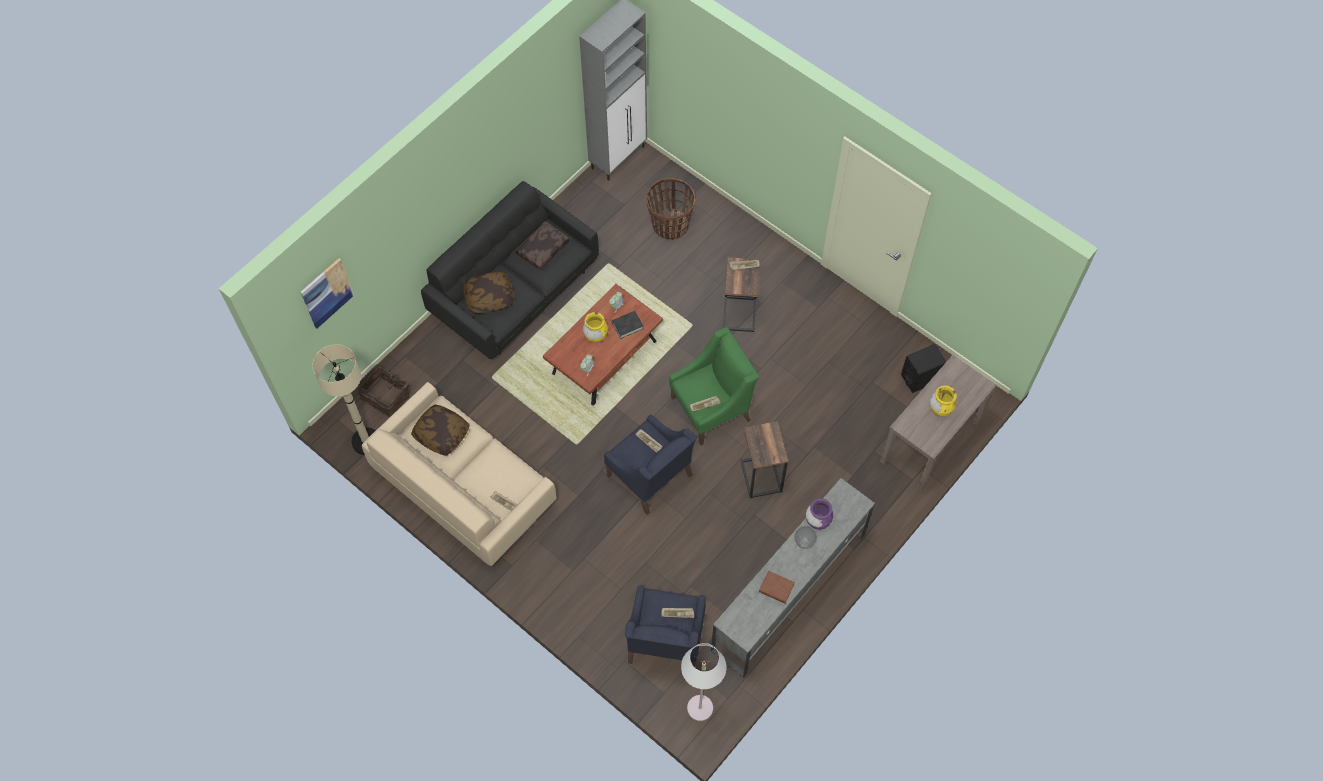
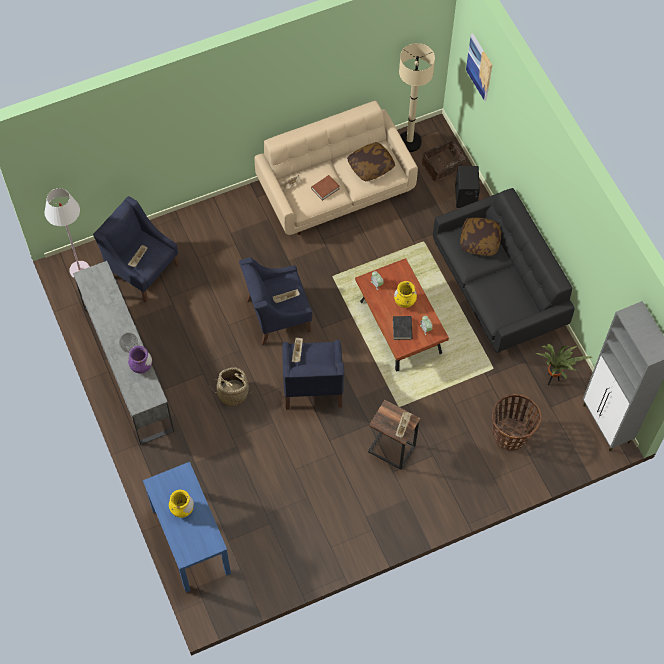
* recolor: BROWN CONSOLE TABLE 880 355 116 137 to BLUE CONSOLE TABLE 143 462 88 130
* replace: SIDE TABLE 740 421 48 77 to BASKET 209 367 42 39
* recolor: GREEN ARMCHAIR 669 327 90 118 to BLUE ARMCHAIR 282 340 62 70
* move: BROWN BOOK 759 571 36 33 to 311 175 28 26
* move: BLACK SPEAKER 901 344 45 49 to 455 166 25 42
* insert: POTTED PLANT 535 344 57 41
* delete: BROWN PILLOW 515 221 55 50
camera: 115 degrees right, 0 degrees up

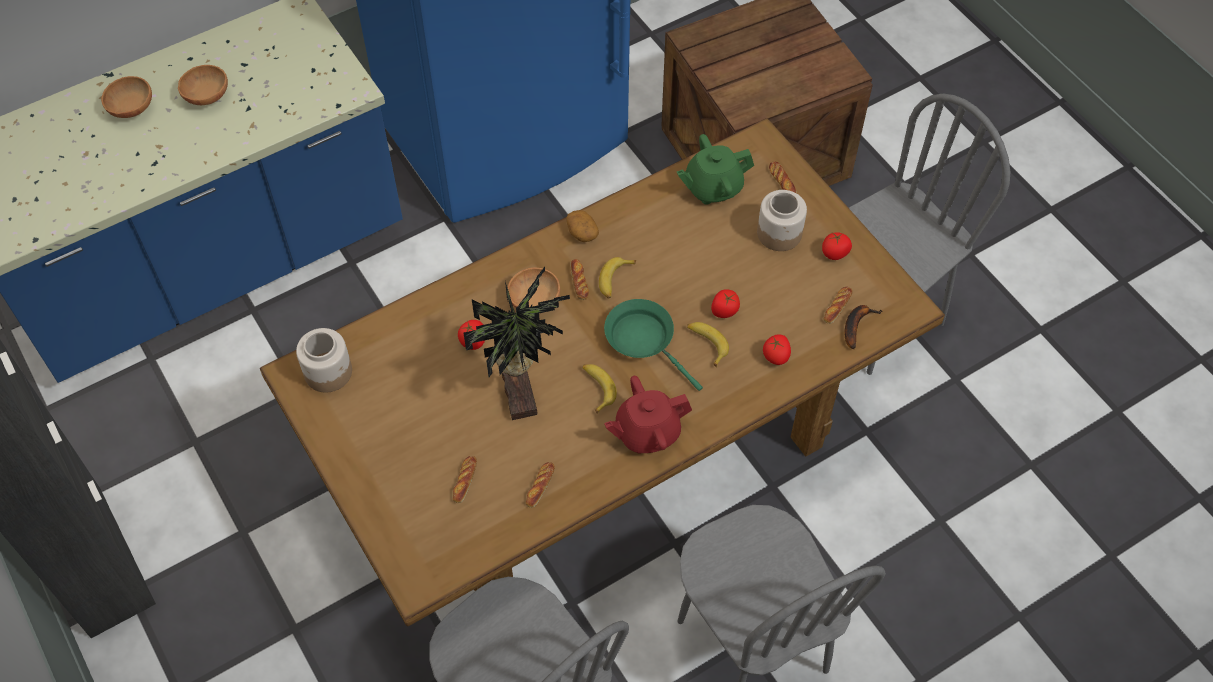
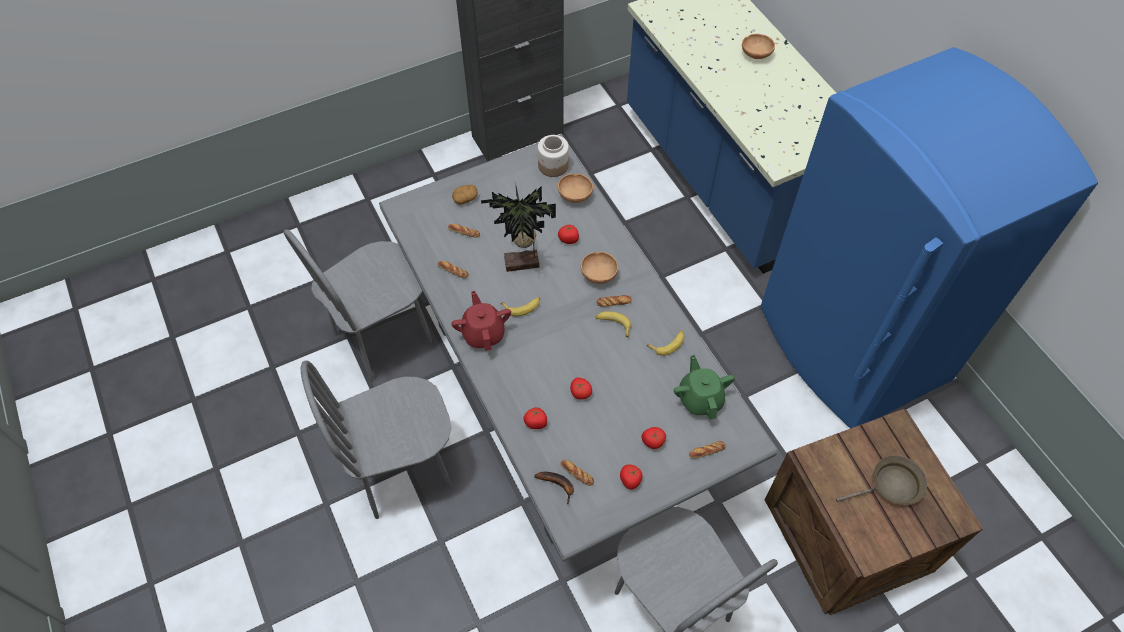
* recolor: BROWN DINING TABLE 260 118 685 508 to GREY DINING TABLE 379 134 399 428
* move: POTATO 566 210 33 32 to 452 185 26 20
* move: BROWN BOWL 178 65 50 40 to 558 174 35 29
* replace: JAR 757 190 50 61 to TOMATO 641 427 25 22
* move: BANANA 687 322 42 45 to 647 330 38 26
* insert: BROWN FRYING PAN 836 455 91 50
* delete: GREEN FRYING PAN 604 299 99 92
camera: 95 degrees right, 0 degrees up

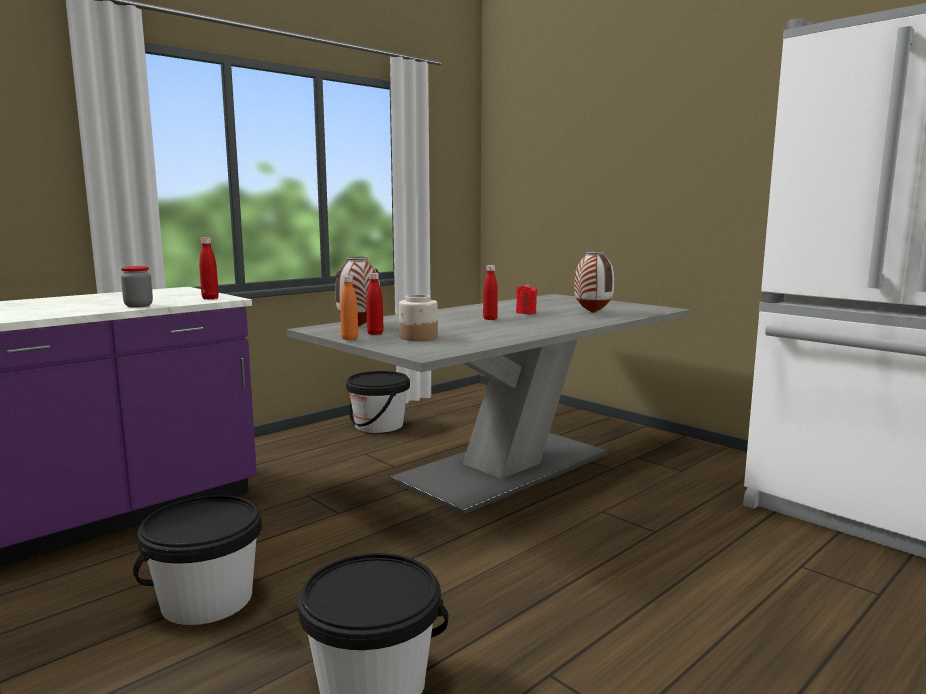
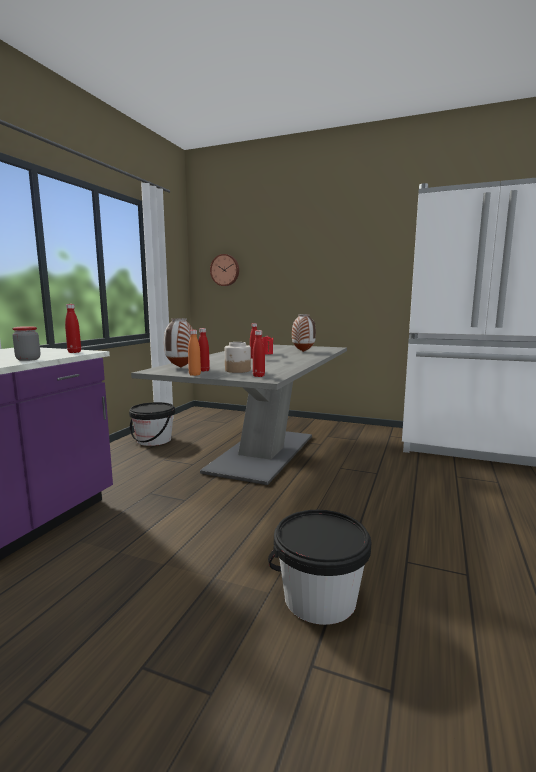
* insert: WALL CLOCK 210 254 29 32
* insert: RED BOTTLE 253 330 12 47
* delete: BLACK BUCKET 133 495 129 130
camera: 25 degrees left, 0 degrees up

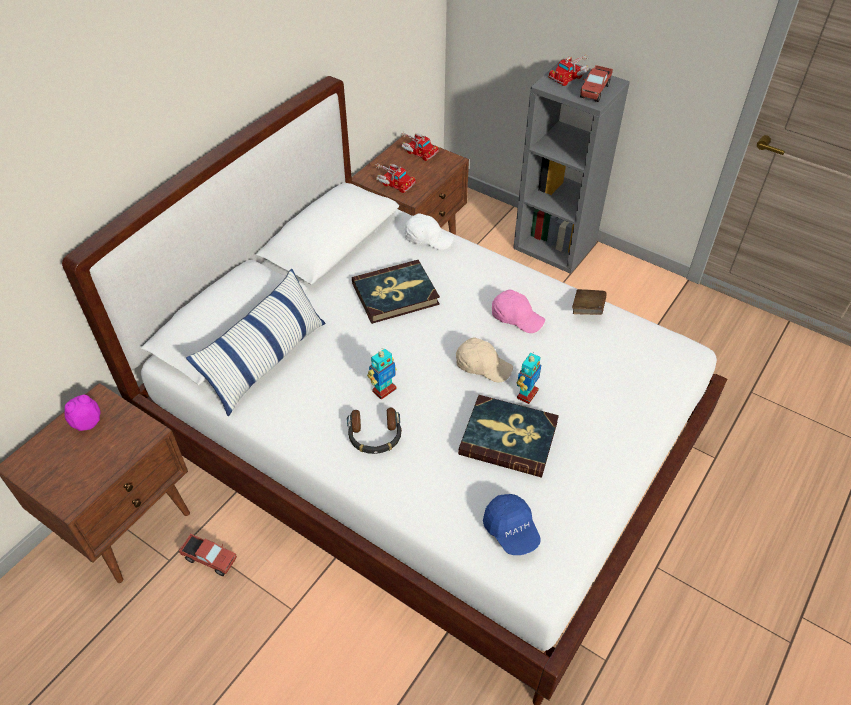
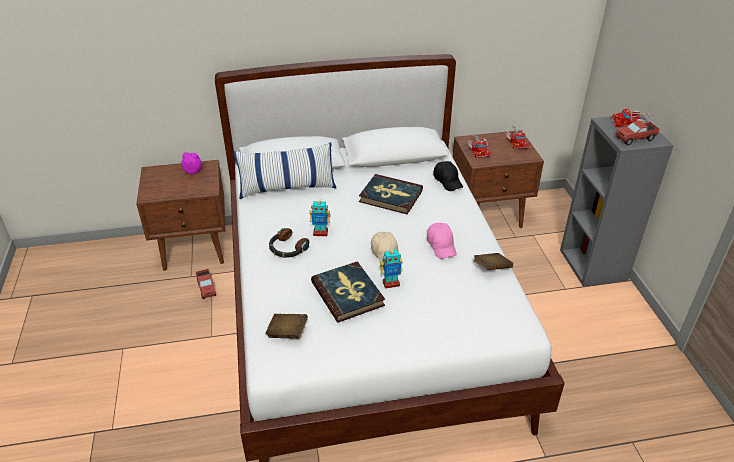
* replace: BLUE CAP 483 494 58 61 to BROWN BOOK 265 314 43 25
* recolor: WHITE CAP 404 214 50 36 to BLACK CAP 433 161 30 30
camera: 45 degrees right, 10 degrees down

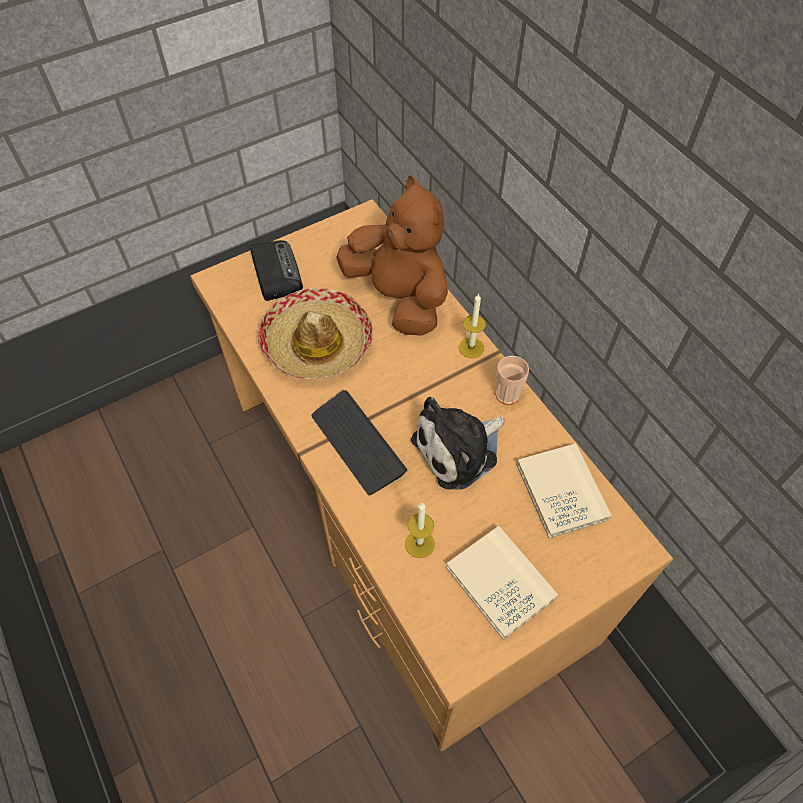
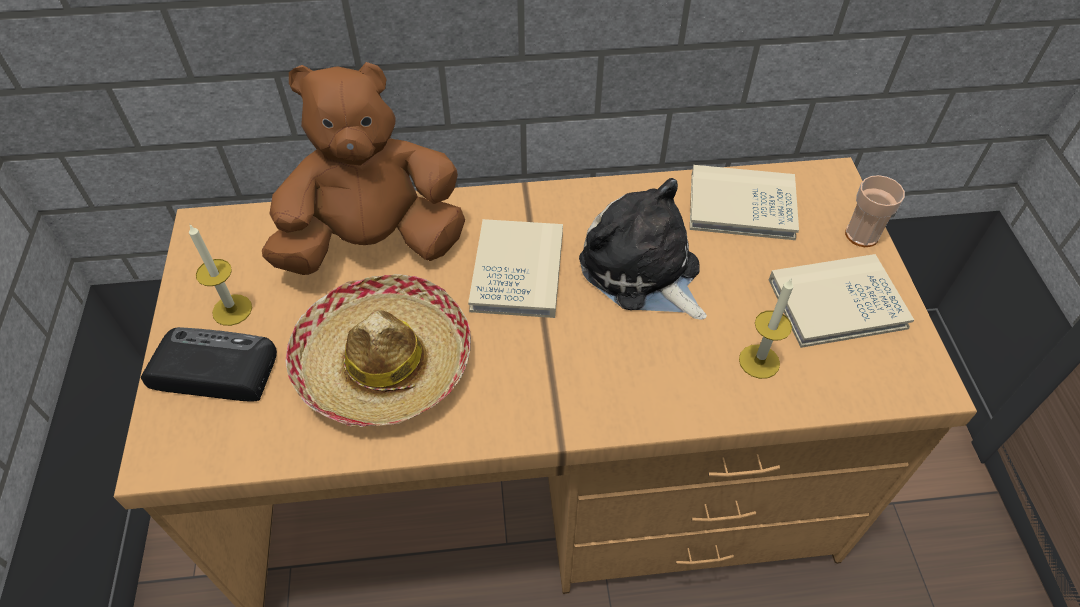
* move: CANDLE 459 293 27 65 to 189 225 63 101
* insert: BEIGE BOOK 468 219 95 99
* rotate: PLUSH TOY 411 397 93 93 = 579 178 128 142 150 degrees clockwise
* move: CUP 496 356 33 49 to 845 175 60 72
* delete: KEYBOARD 311 390 96 105
camera: 65 degrees left, 5 degrees down

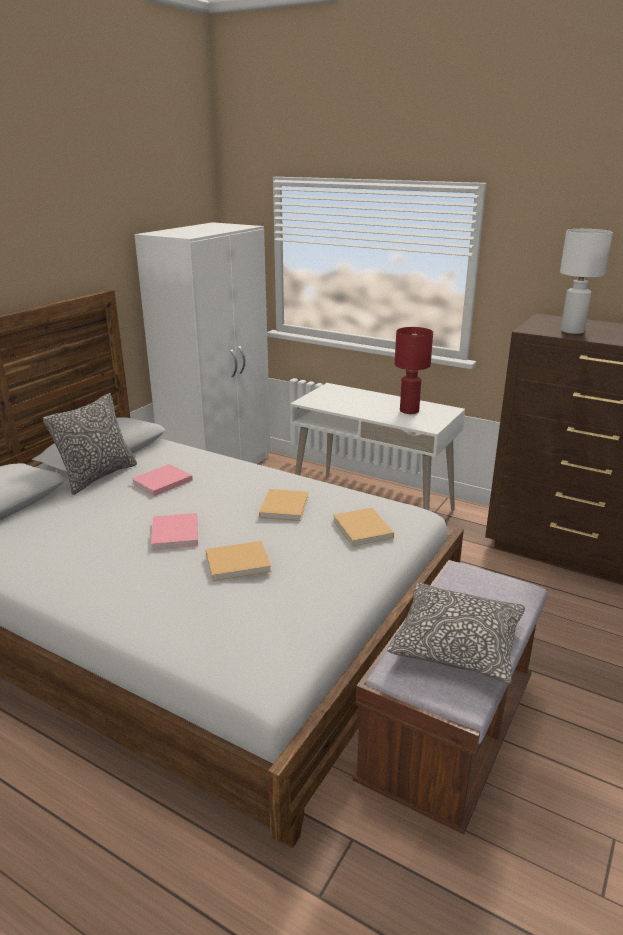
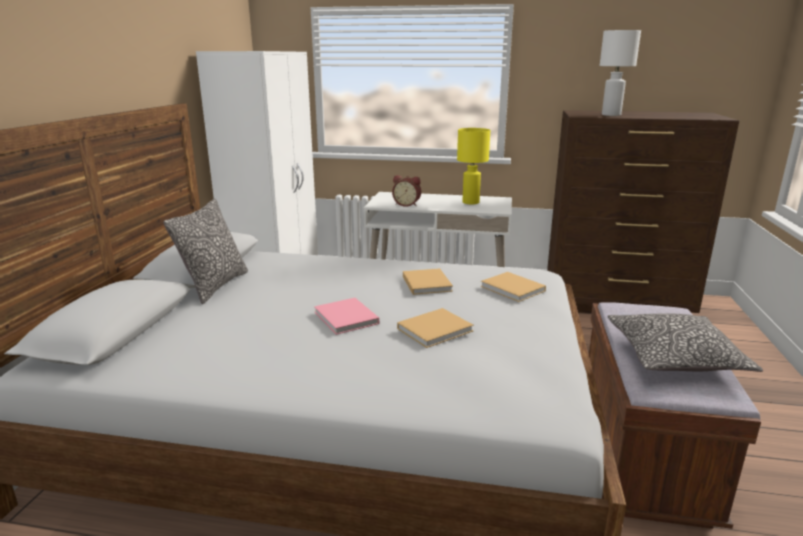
* insert: ALARM CLOCK 392 175 29 32
* recolor: RED TABLE LAMP 395 327 38 87 to YELLOW TABLE LAMP 457 128 33 76
* delete: PINK BOOK 131 464 62 32
camera: 20 degrees left, 5 degrees down

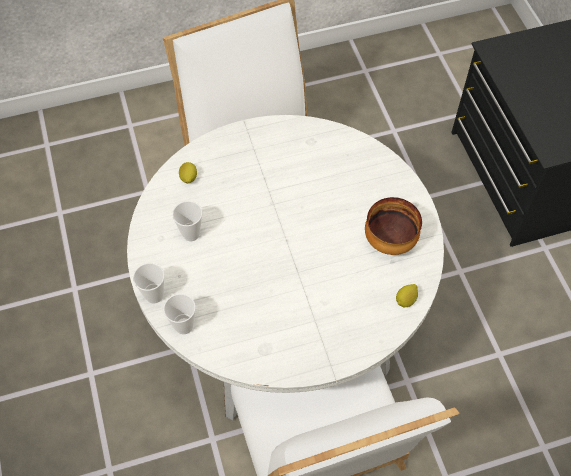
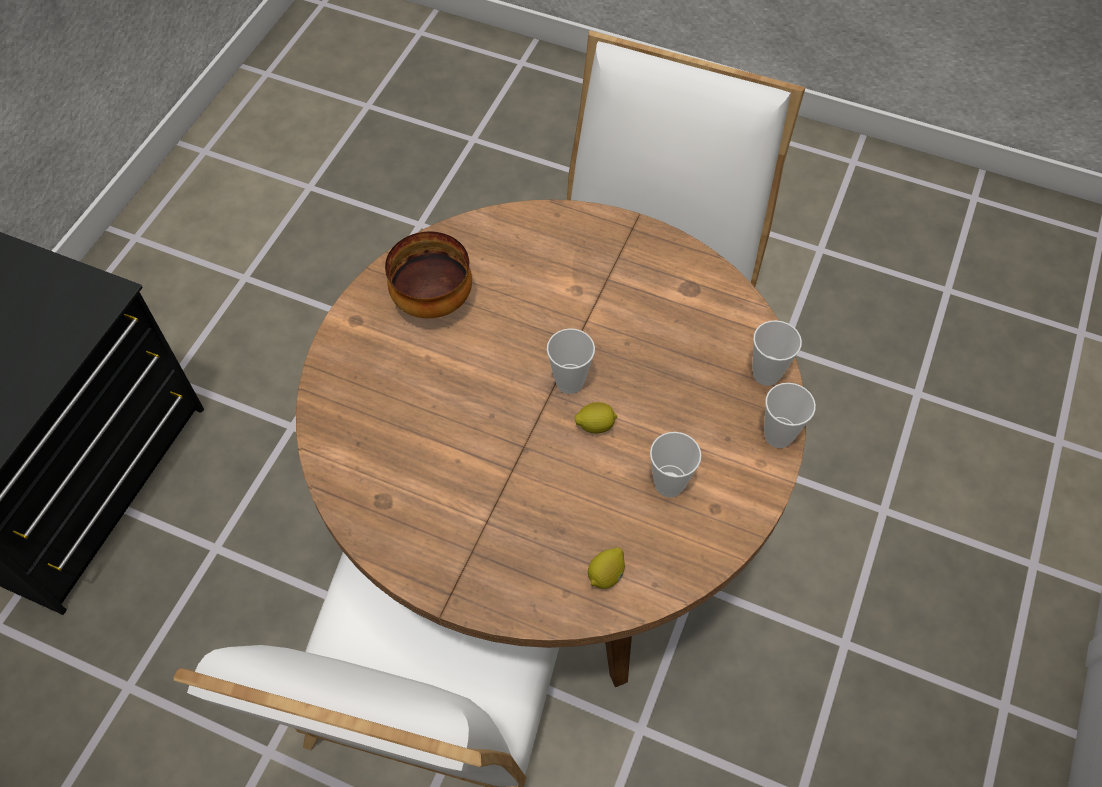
* recolor: WHITE DINING TABLE 127 115 317 306 to BROWN DINING TABLE 296 200 510 487
* insert: CUP 547 328 48 66
* move: LEMON 396 284 22 23 to 575 402 43 31
camera: 140 degrees left, 0 degrees up

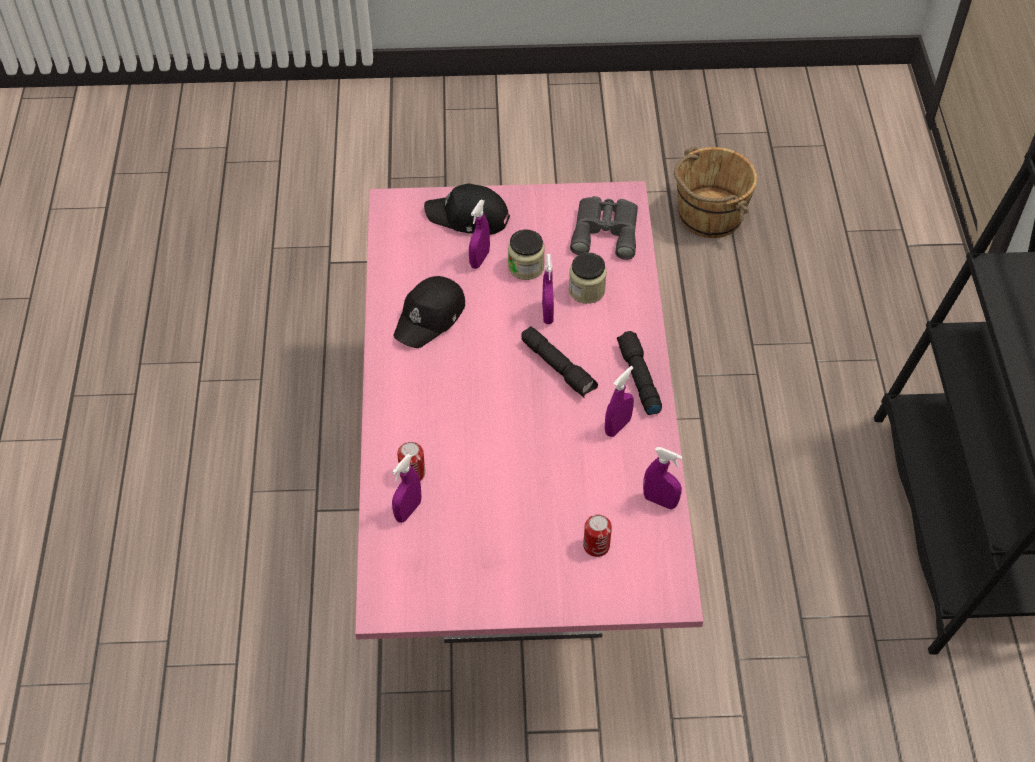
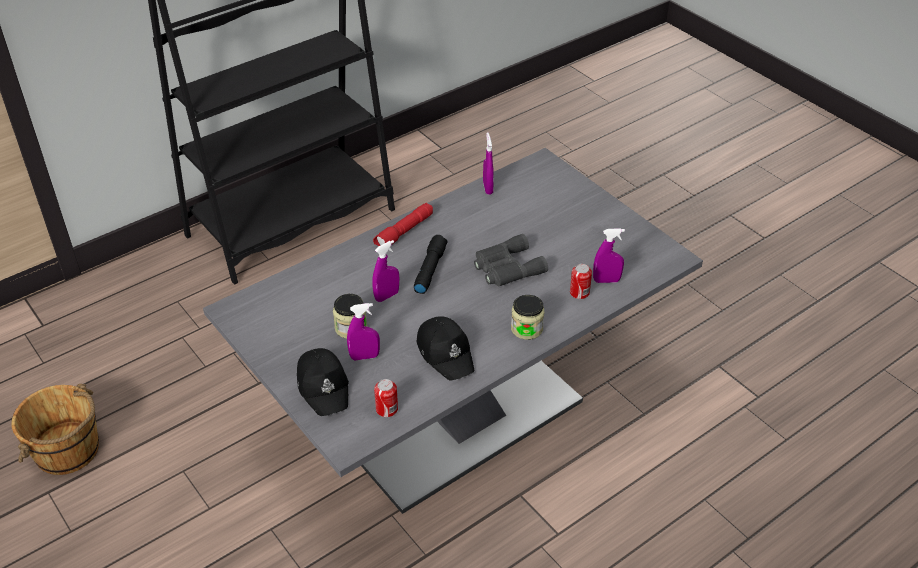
* recolor: PINK DINING TABLE 355 181 348 462 to GREY DINING TABLE 203 148 500 366
* recolor: BLACK FLASHLIGHT 617 331 45 84 to RED FLASHLIGHT 373 203 60 43
* move: CAN 583 515 29 42 to 374 379 24 38
* rotate: BLACK CAP 393 276 72 72 = 417 316 58 64 60 degrees clockwise
* move: GREY BINOCULARS 570 196 68 64 to 474 234 74 53
* move: JAR 569 253 38 51 to 511 295 33 45
* delete: PURPLE SPRAY BOTTLE 605 366 29 71
camera: 125 degrees left, 10 degrees down

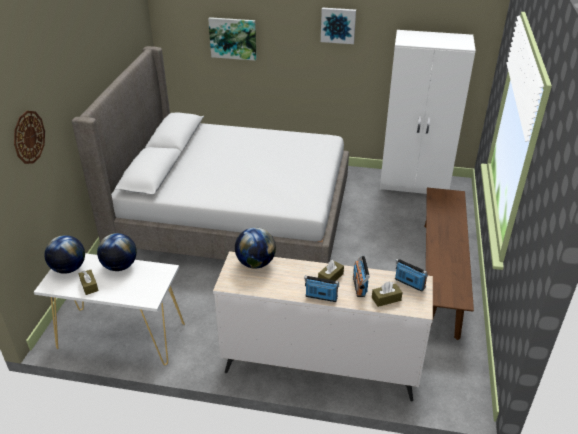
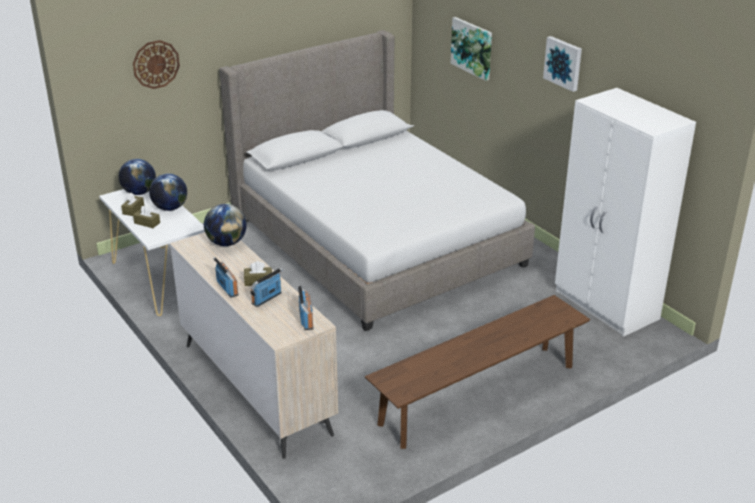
* move: BROWN TISSUE BOX 372 282 31 25 to 133 205 27 23
camera: 45 degrees right, 5 degrees down

